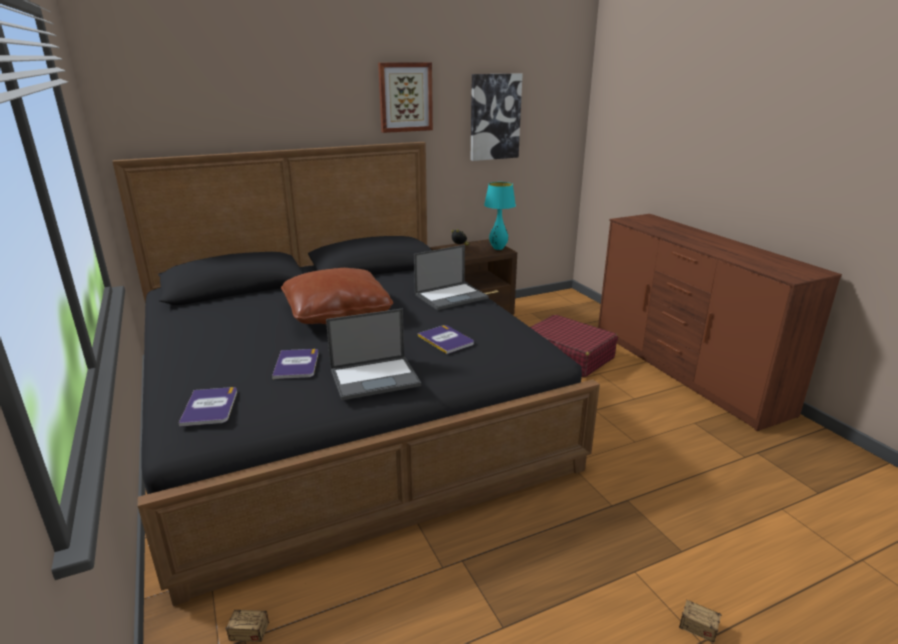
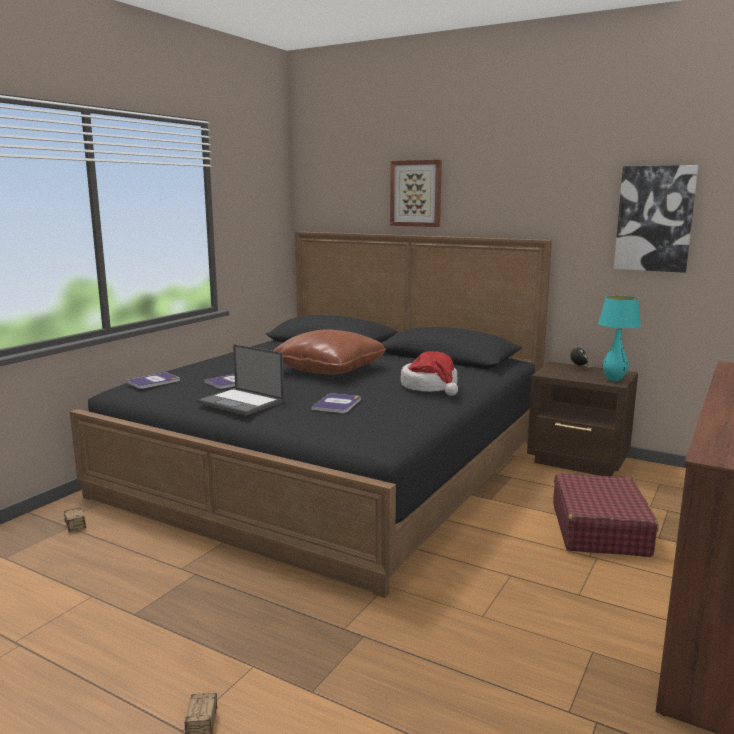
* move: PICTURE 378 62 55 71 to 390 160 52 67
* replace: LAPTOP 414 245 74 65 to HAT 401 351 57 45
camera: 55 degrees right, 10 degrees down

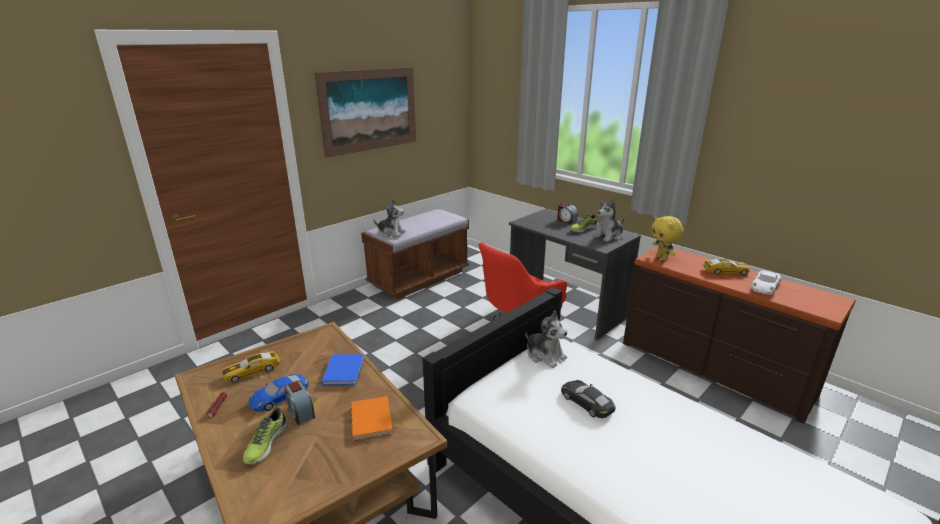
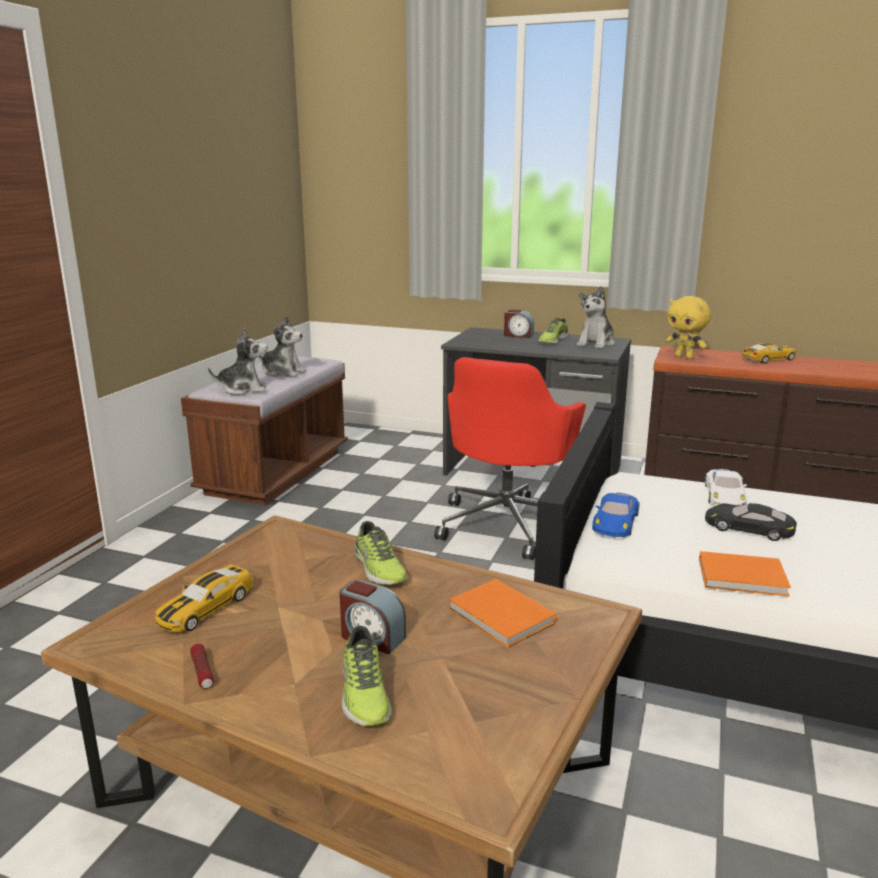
* move: PLUSH TOY 525 311 42 57 to 258 316 49 61
* replace: BLUE BOOK 322 354 42 32 to SHOE 354 521 54 64
* move: BLUE TOY CAR 248 374 61 38 to 592 493 47 44
* insert: ORANGE BOOK 699 551 92 45
* move: WHITE TOY CAR 751 270 30 25 to 705 469 42 37
* delete: PICTURE 314 67 102 91
camera: 25 degrees left, 5 degrees down

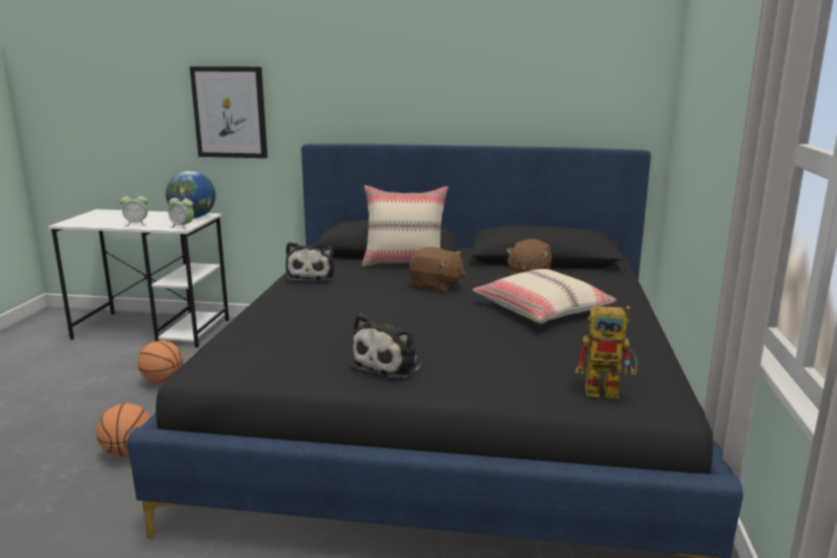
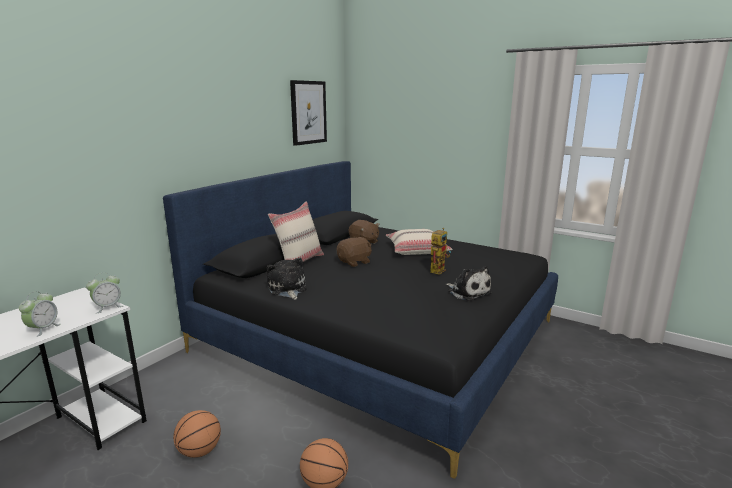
* rotate: PLUSH TOY 286 242 48 39 = 266 258 40 42 135 degrees counterclockwise
* move: PICTURE 190 66 78 92 to 290 80 37 66
* move: TOY ROBOT 575 306 62 93 to 430 228 21 47
* delete: GLOBE 166 171 50 48
camera: 65 degrees left, 0 degrees up

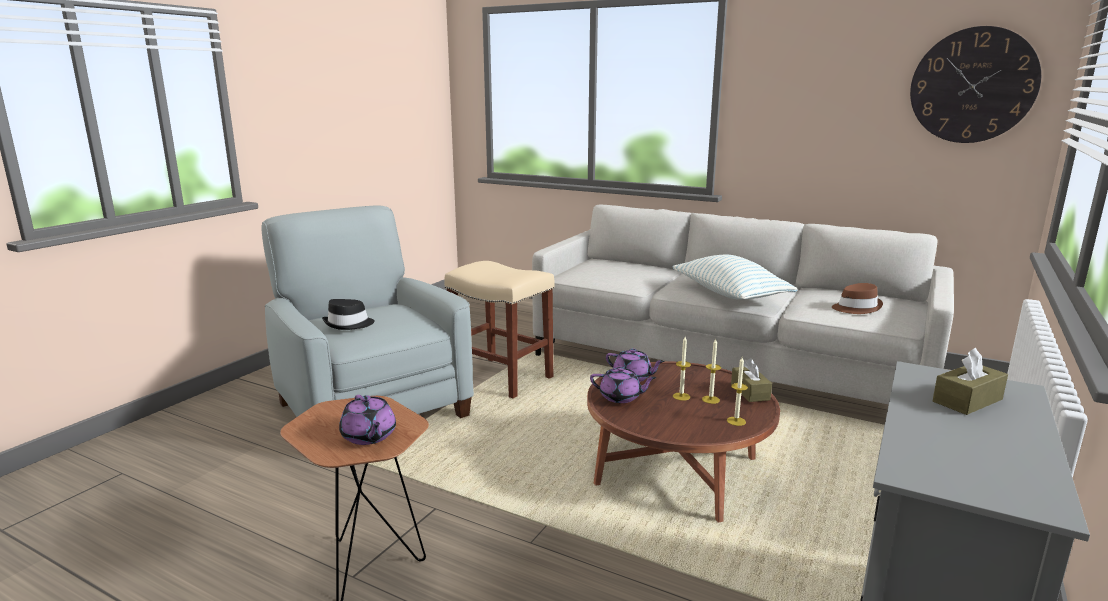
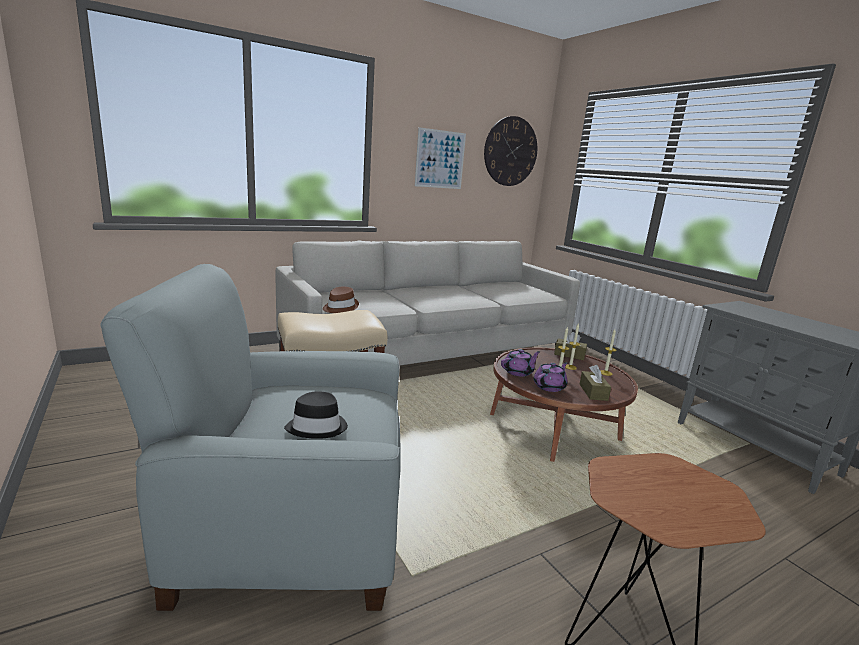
* move: BROWN HAT 832 283 51 31 to 323 287 36 26
* insert: PICTURE 415 127 51 62
* move: BROWN TISSUE BOX 933 348 75 67 to 580 365 31 36
* delete: PURPLE TEAPOT 339 395 57 50
* delete: PILLOW 672 255 126 45
camera: 60 degrees left, 0 degrees up

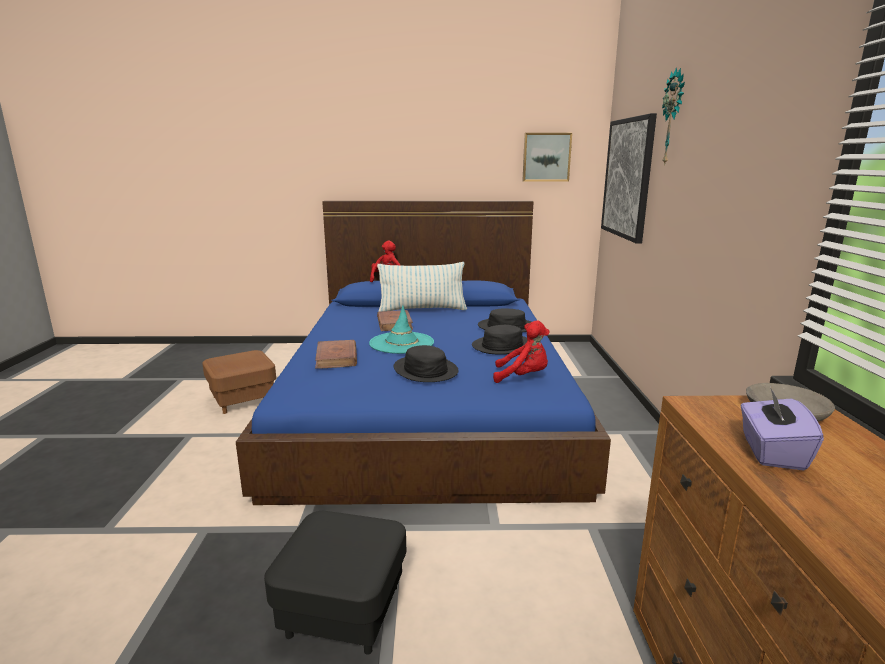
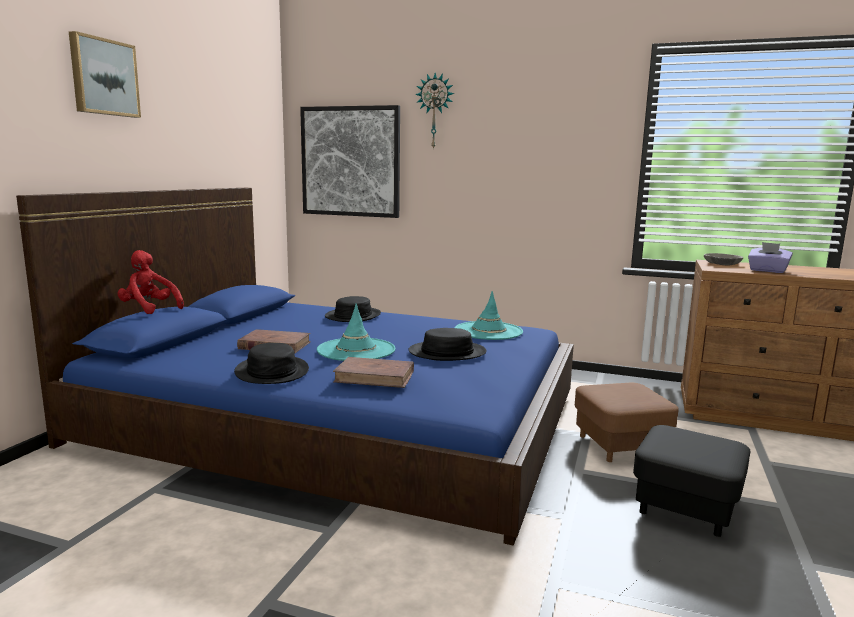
* move: PICTURE 522 133 50 49 to 69 31 72 87
* move: BLACK HAT 472 325 56 30 to 234 343 75 41
* replace: RED PLUSH TOY 493 320 57 63 to TURQUOISE HAT 455 291 68 49
* move: BROWN OTTOMAN 202 350 74 64 to 575 383 104 79
* delete: PILLOW 377 262 90 50
camera: 70 degrees left, 5 degrees down

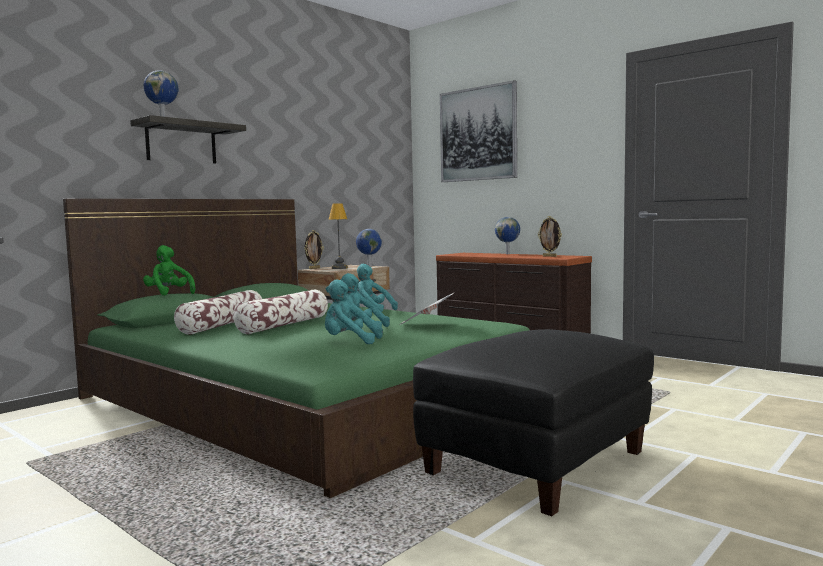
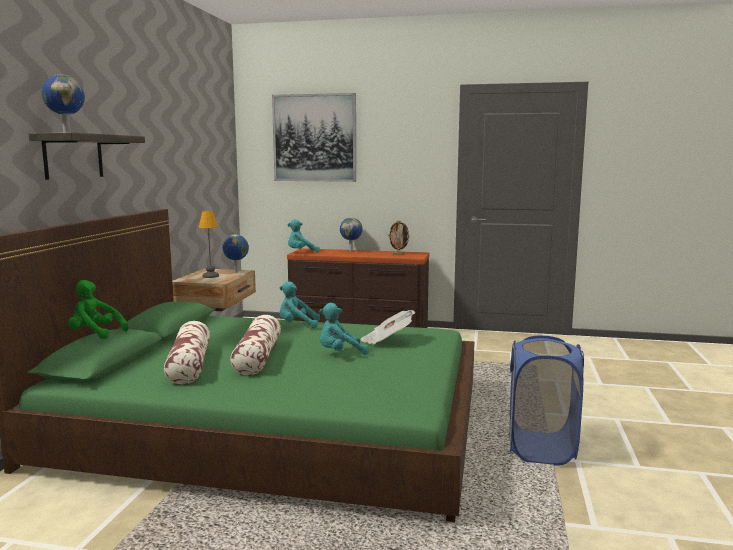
* move: TURQUOISE PLUSH TOY 325 279 58 65 to 288 219 32 34
* replace: BLACK OTTOMAN 413 329 241 187 to BLUE LAUNDRY BASKET 509 335 75 131
* delete: PICTURE FRAME 304 230 20 39
camera: 30 degrees left, 5 degrees up

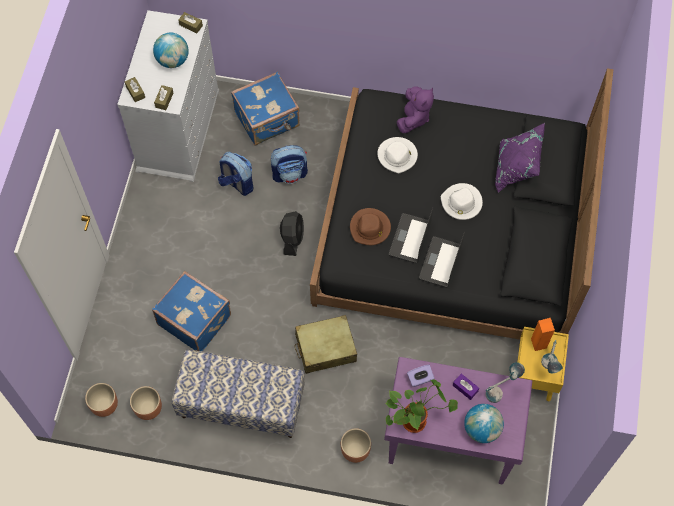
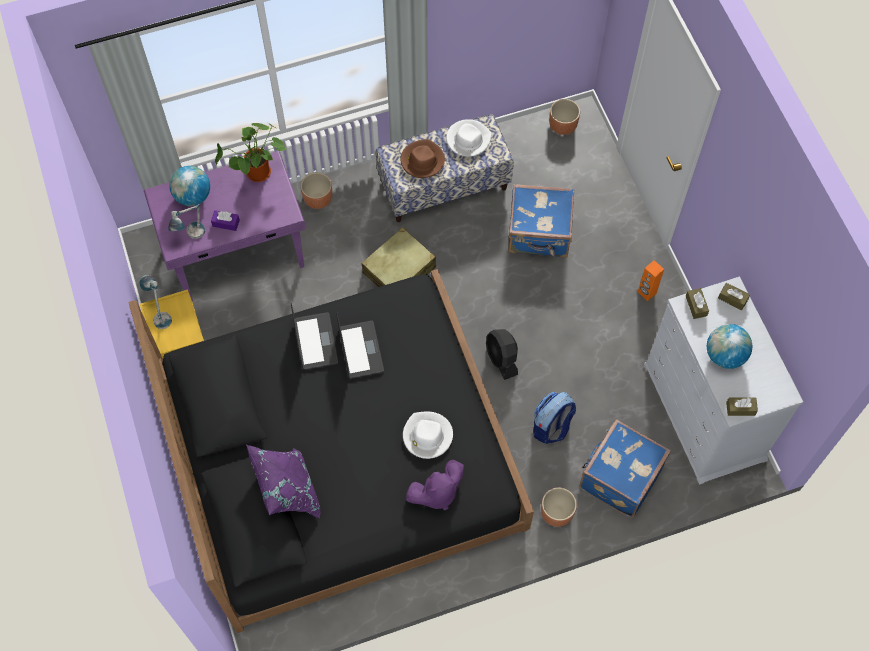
* move: BROWN HAT 350 208 41 37 to 400 139 45 39
* rotate: PURPLE PLUSH TOY 397 86 37 47 = 406 460 58 50 105 degrees counterclockwise
* move: WHITE HAT 441 183 42 37 to 446 119 46 38
* move: BROWN PLANTER 130 386 32 34 to 541 488 36 39
* move: ORANGE SPEAKER 531 318 24 33 to 638 260 26 41
* delete: BACKPACK 218 152 35 44
* delete: PURPLE TISSUE BOX 407 365 27 22
camera: 150 degrees right, 0 degrees up

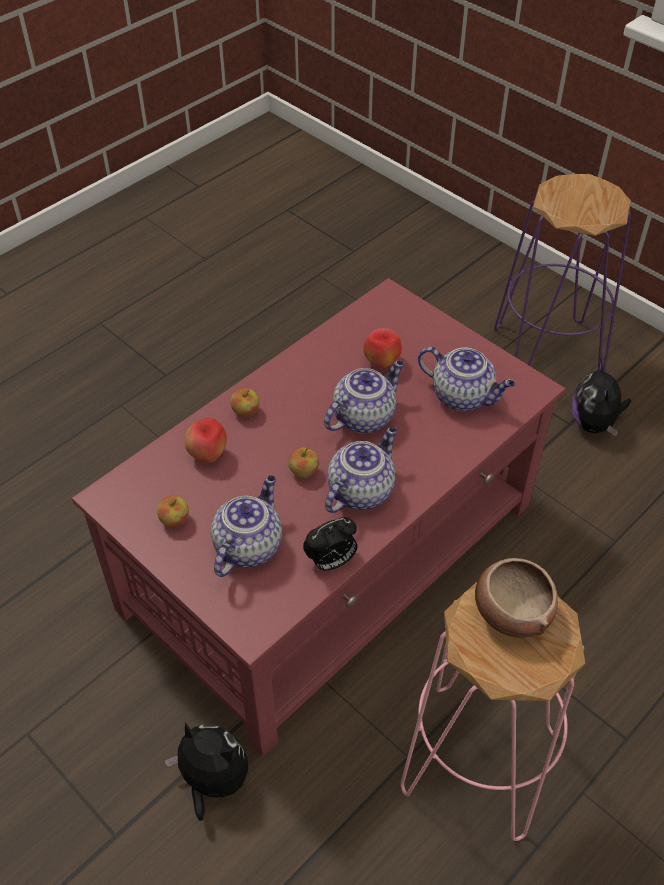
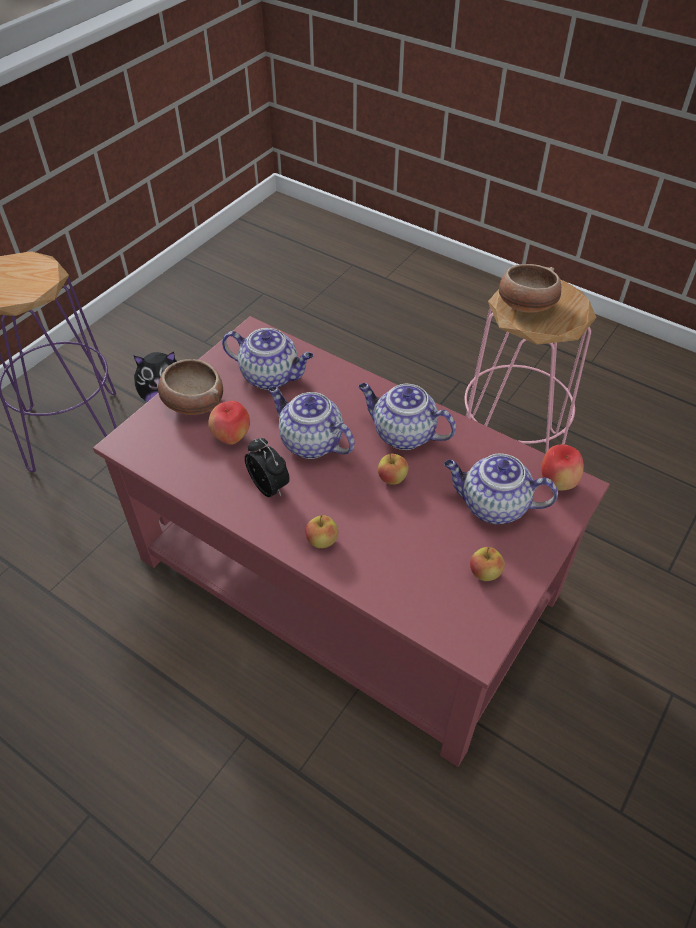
* insert: BOWL 158 359 65 56
* rotate: TEAPOT 418 346 97 65 = 222 328 92 62 90 degrees clockwise
* move: ALARM CLOCK 303 517 54 54 to 245 438 45 59
* move: APPLE 185 418 42 45 to 541 444 43 47
* delete: PLUSH TOY 164 722 84 99
camera: 100 degrees left, 0 degrees up

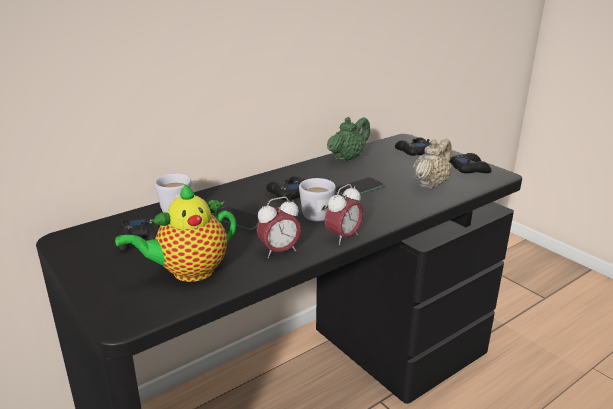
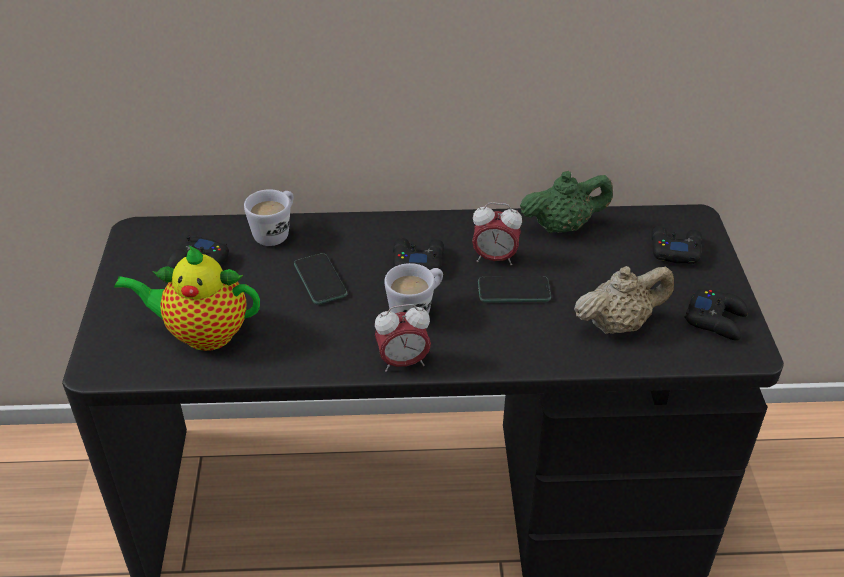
* move: ALARM CLOCK 257 197 44 61 to 472 202 50 63
camera: 35 degrees right, 15 degrees up

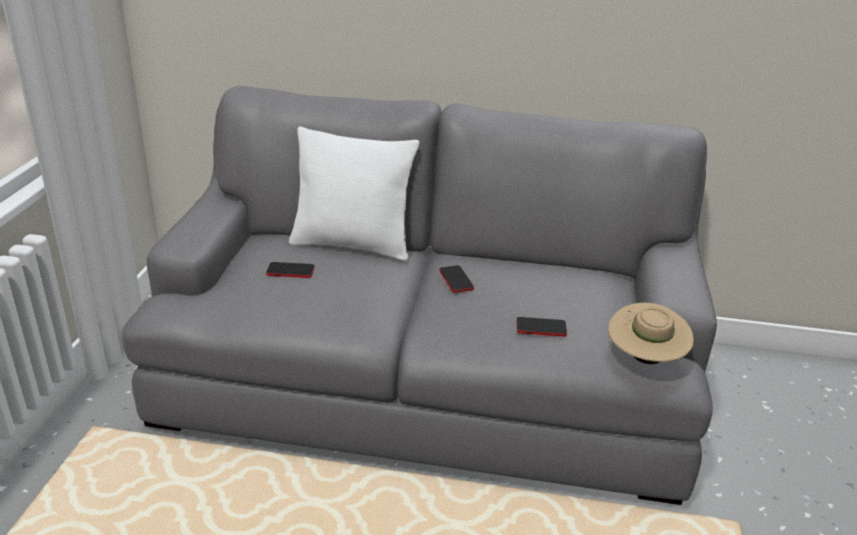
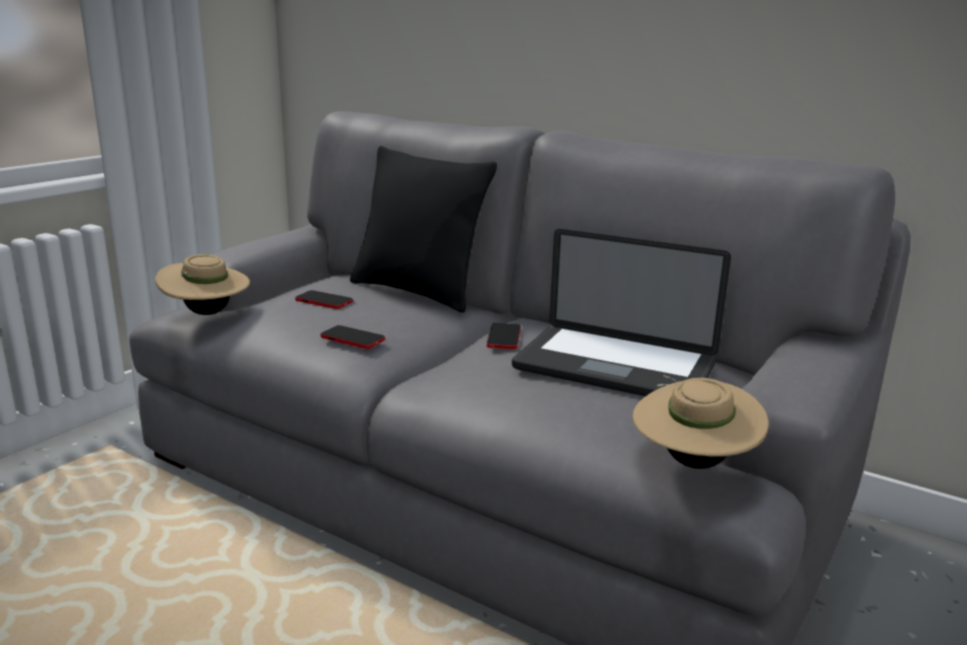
* insert: BEIGE HAT 155 254 95 61
* move: PHONE 517 317 50 20 to 321 325 64 24
* recolor: WHITE PILLOW 289 127 130 134 to BLACK PILLOW 350 146 147 167
* insert: LAPTOP 512 229 219 167
camera: 25 degrees right, 10 degrees down

